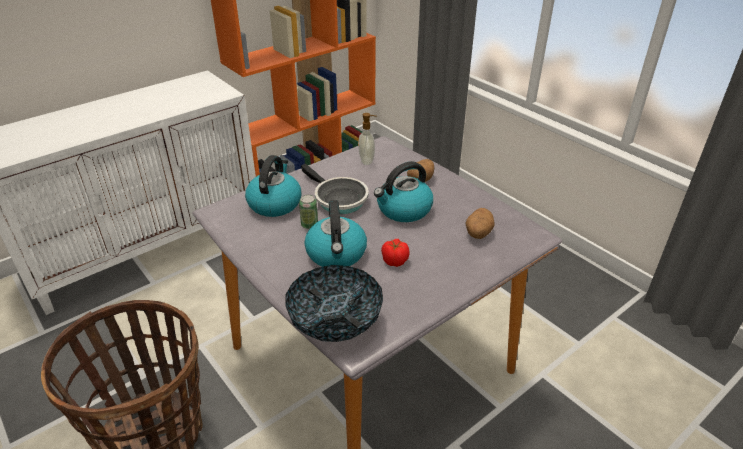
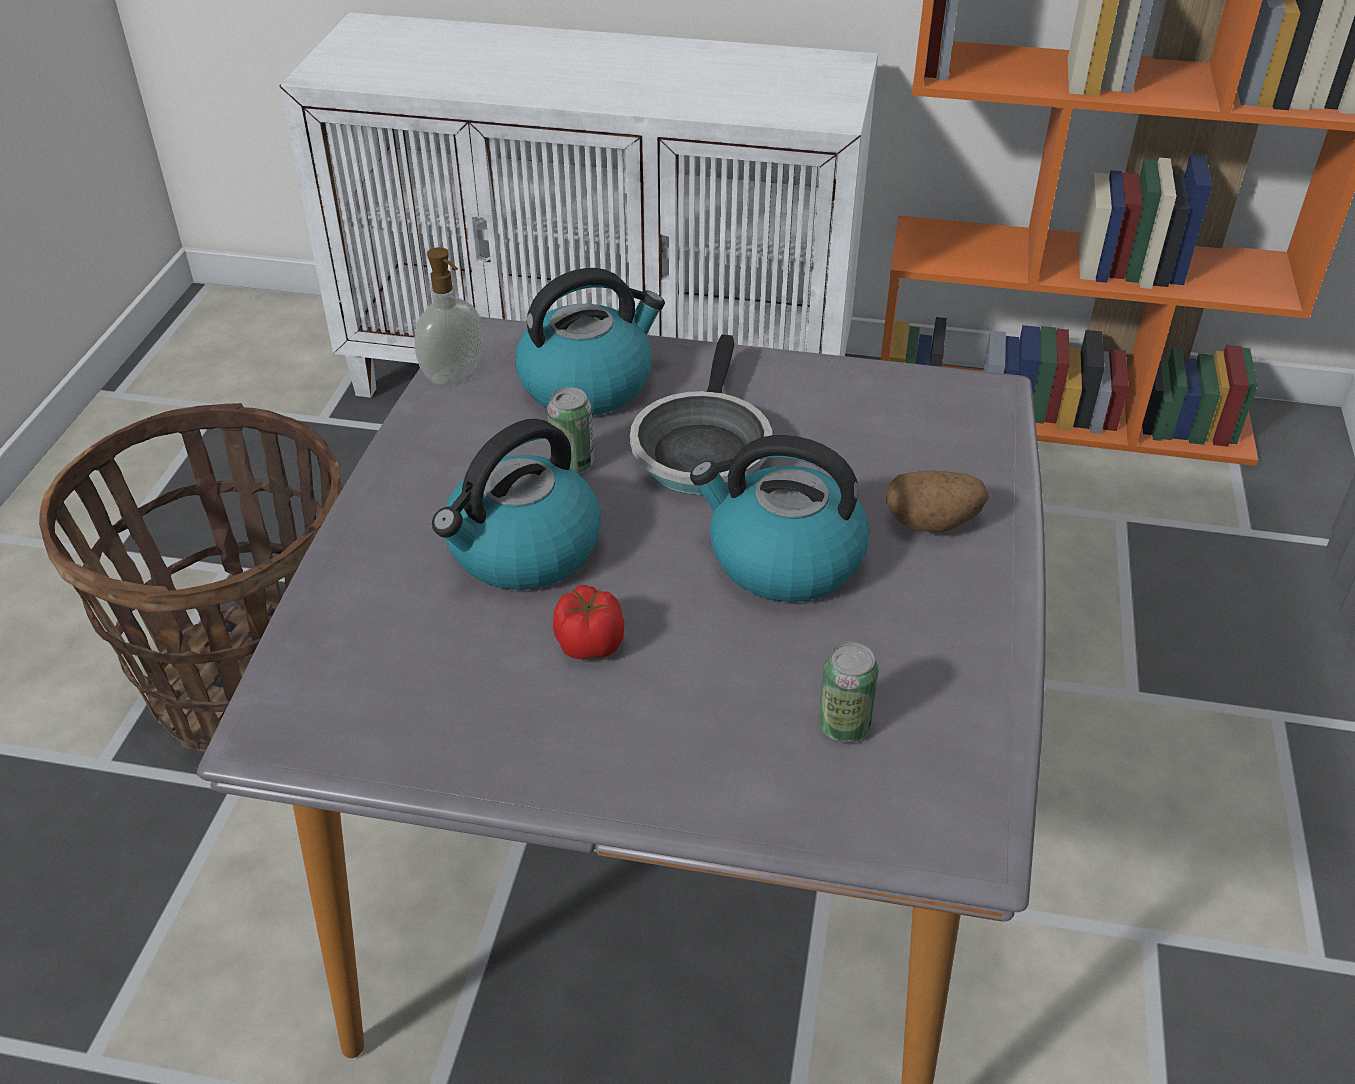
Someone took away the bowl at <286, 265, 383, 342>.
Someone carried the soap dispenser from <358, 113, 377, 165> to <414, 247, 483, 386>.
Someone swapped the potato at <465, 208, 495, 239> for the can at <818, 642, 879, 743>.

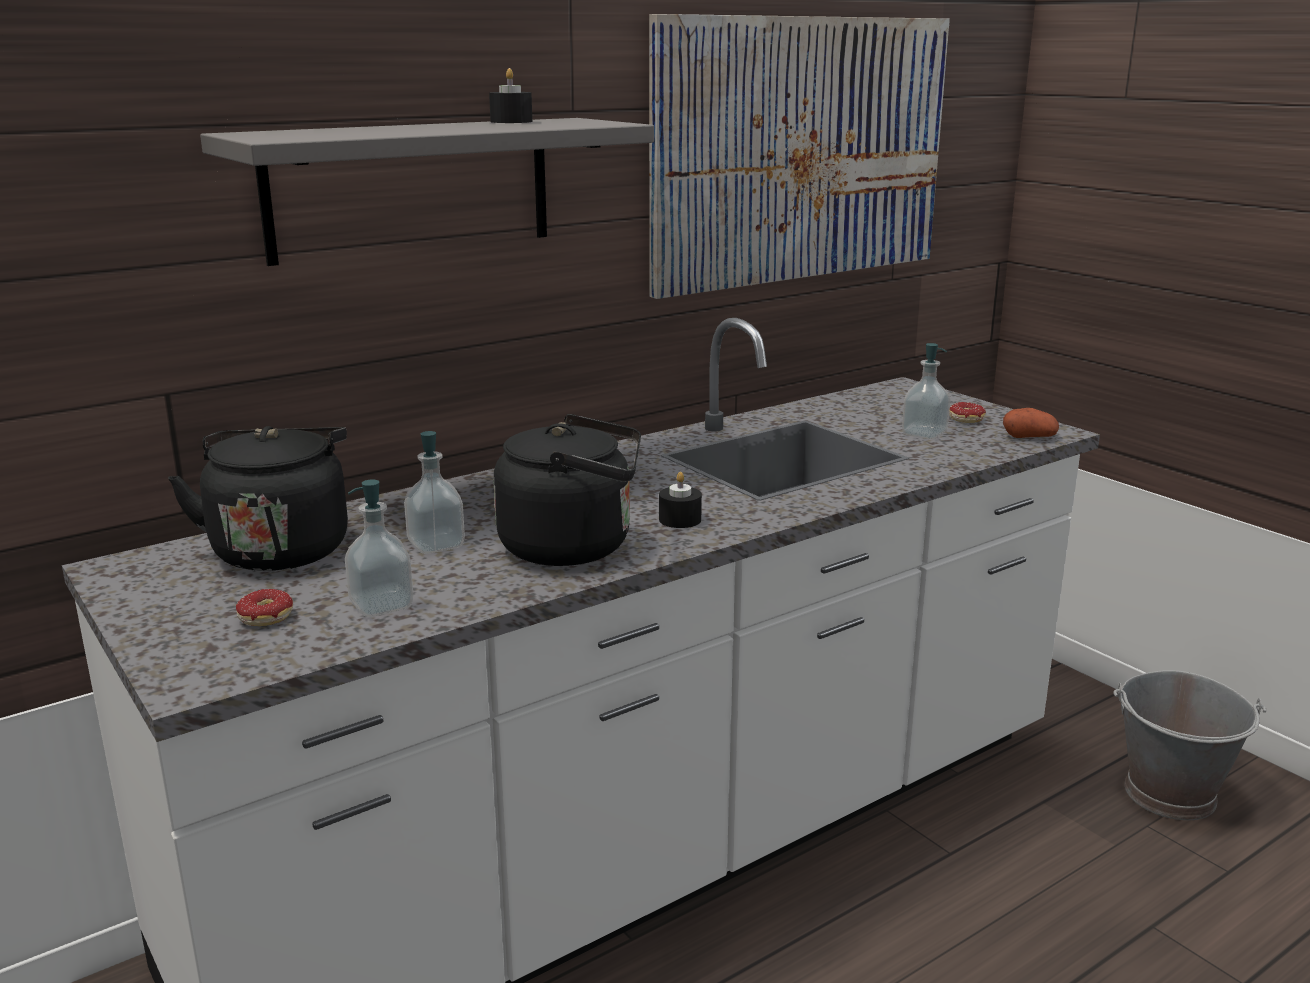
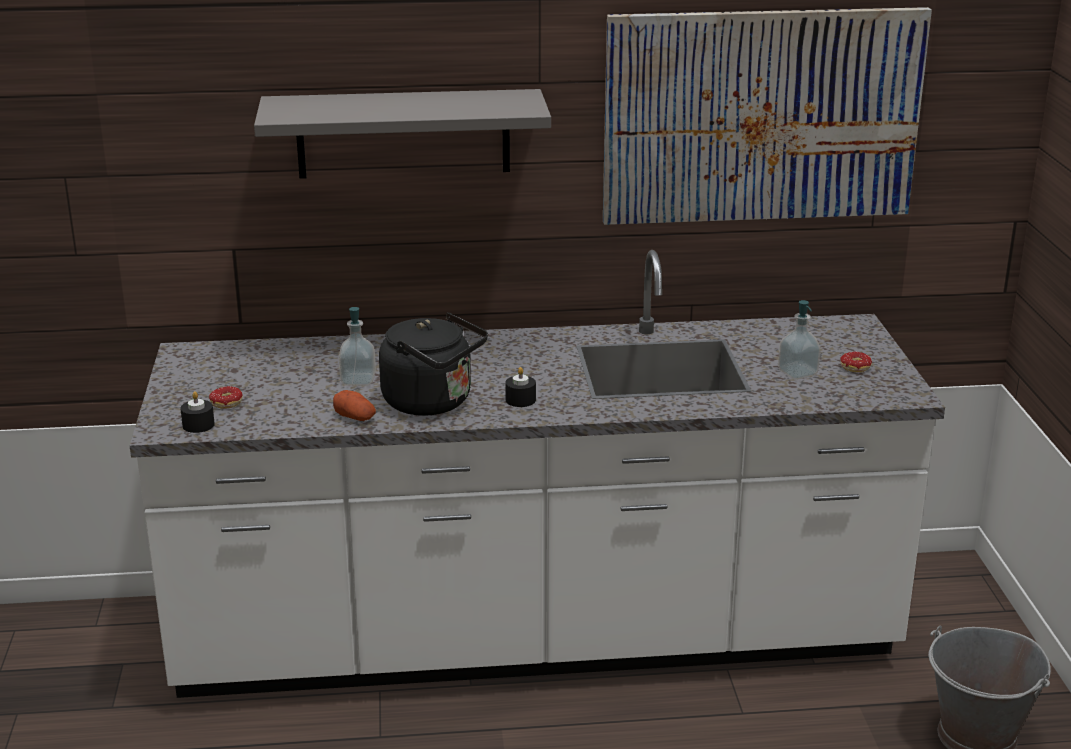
Someone took away the black kettle at <168, 426, 348, 571>.
Someone took away the soap dispenser at <345, 479, 414, 617>.
Someone carried the black candle from <489, 68, 532, 123> to <180, 391, 215, 433>.
Someone carried the potato from <1003, 408, 1059, 438> to <333, 390, 376, 421>.

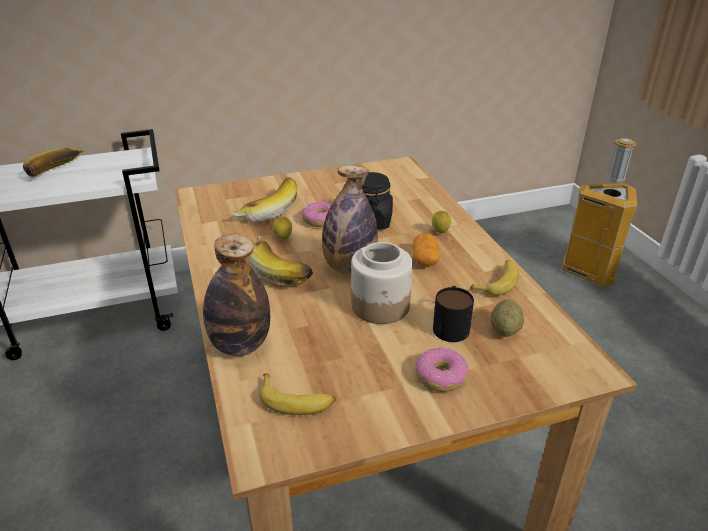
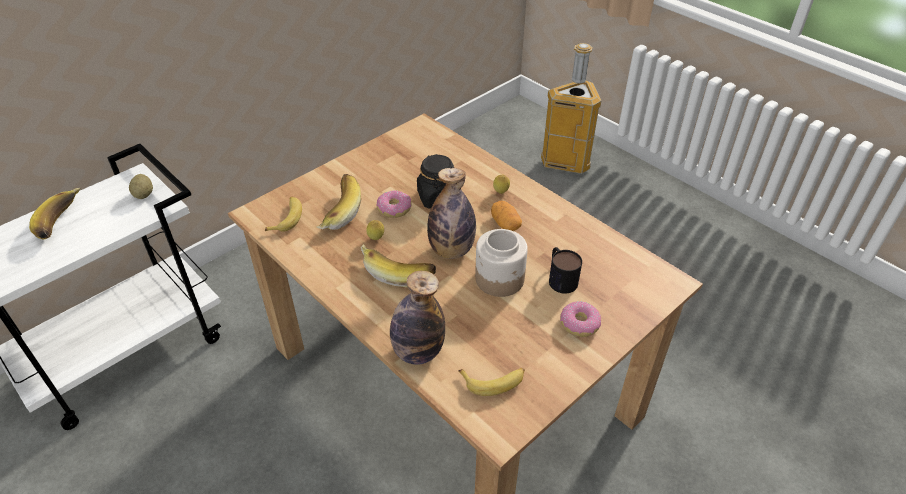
Someone carried the banana from <470, 260, 519, 296> to <265, 196, 302, 232>.
Someone carried the potato from <490, 299, 524, 337> to <129, 174, 153, 199>.

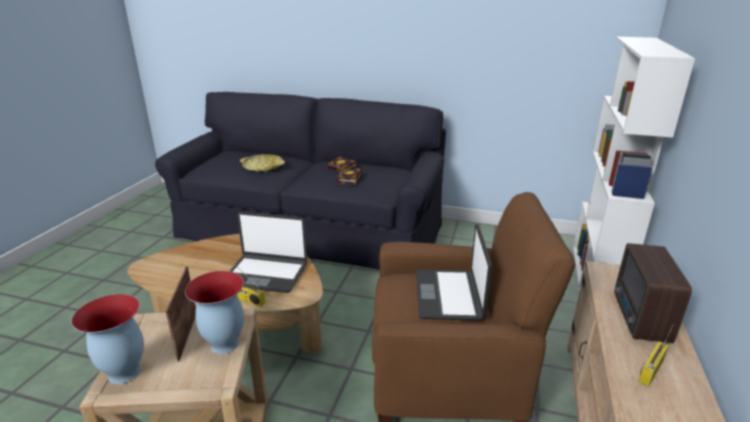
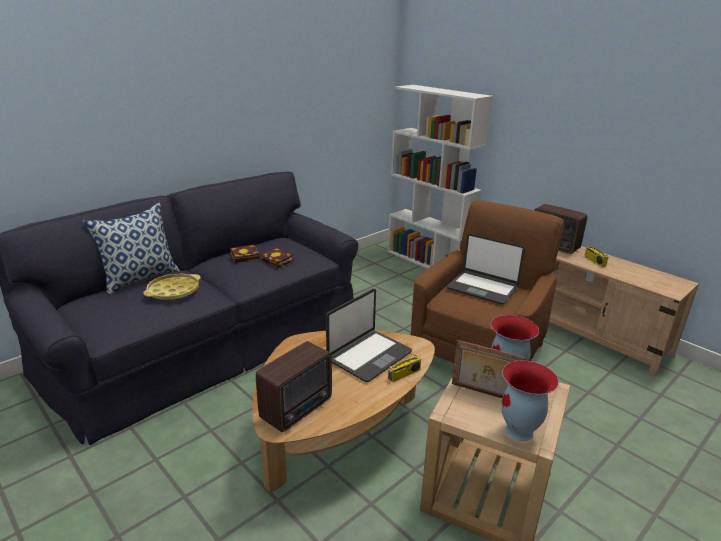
Someone put down the pillow at <83, 203, 180, 295>.
Someone put down the radio at <256, 341, 332, 432>.

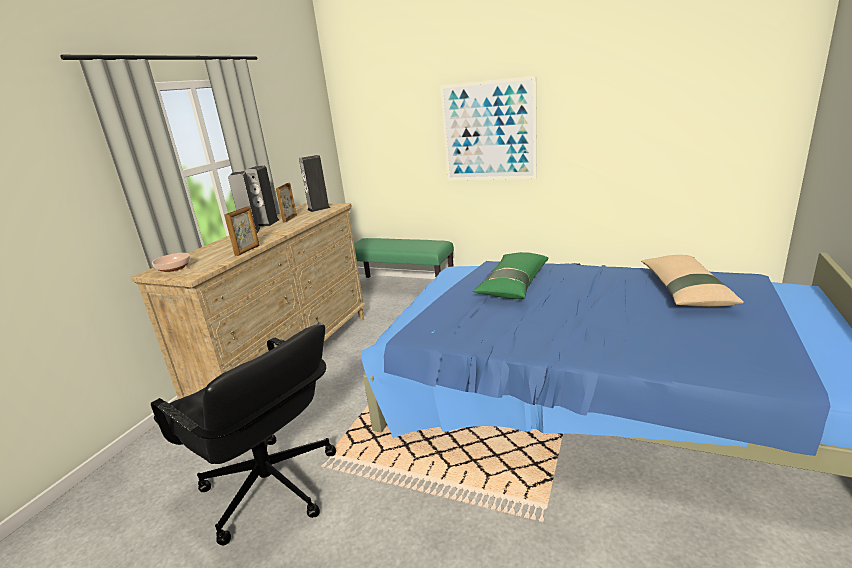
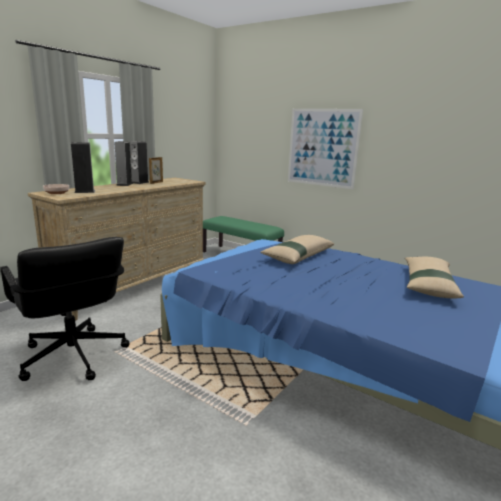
Someone took away the picture frame at <225, 206, 259, 256>.
Someone carried the speaker from <299, 155, 331, 212> to <71, 142, 95, 193>.
Someone repainted the green pillow at <473, 252, 549, 299>, which became the beige pillow at <260, 235, 334, 264>.

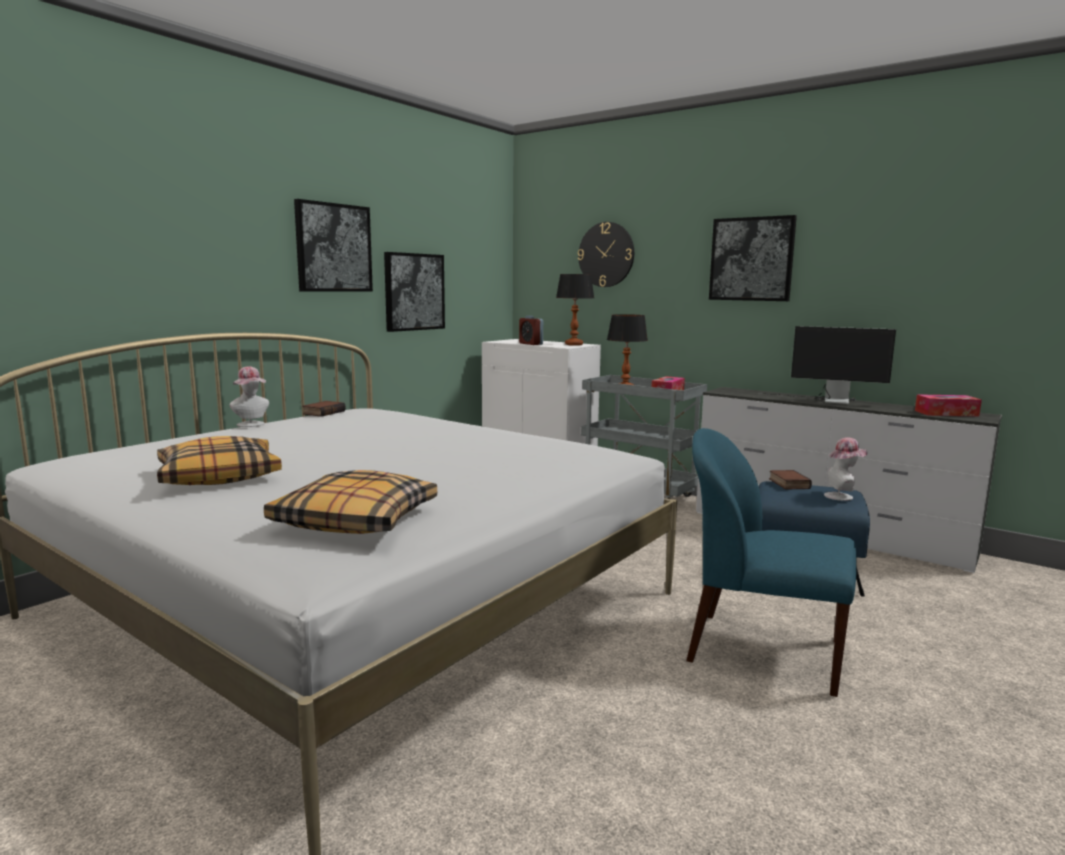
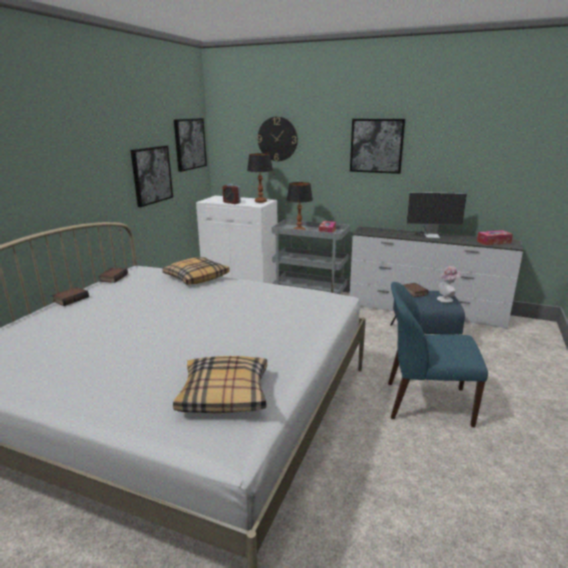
Someone carried the pillow from <157, 436, 282, 485> to <162, 257, 230, 285>.
Someone carried the picture from <294, 199, 373, 292> to <174, 118, 207, 172>.
Someone swapped the hat at <230, 366, 269, 427> for the book at <52, 287, 89, 306>.

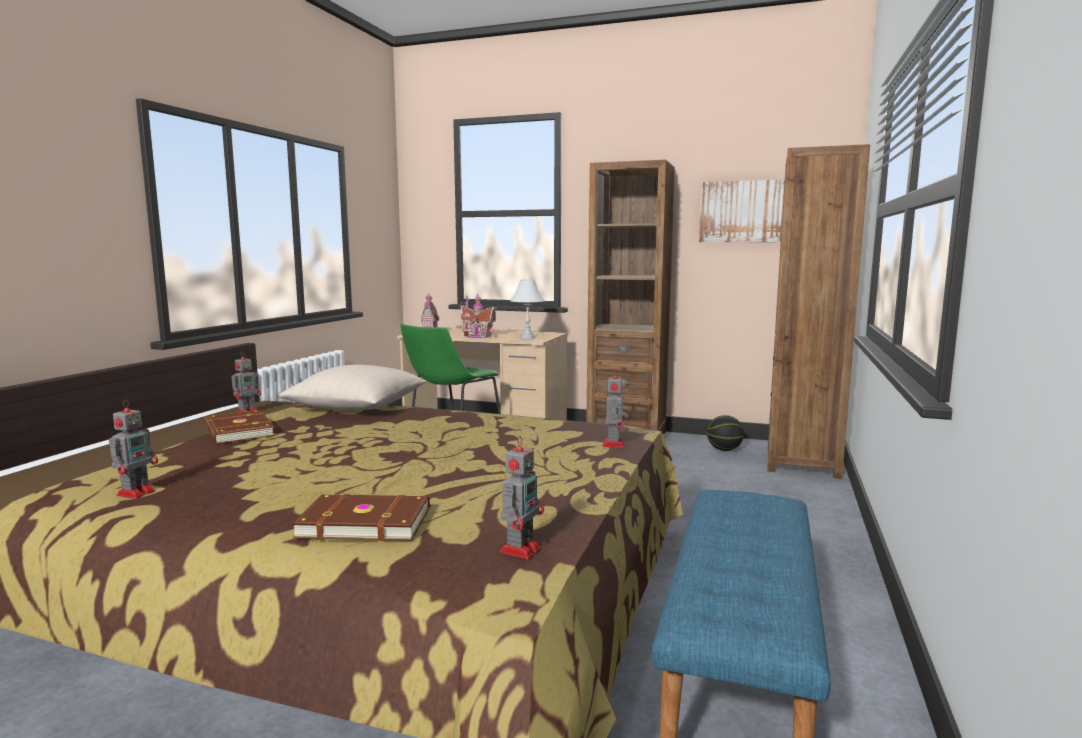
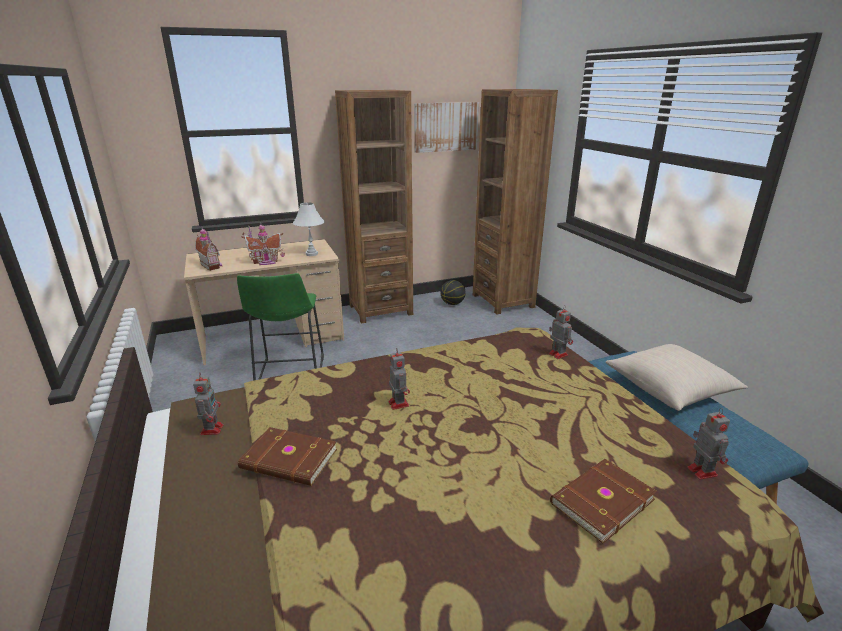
Someone carried the toy robot from <109, 400, 158, 499> to <388, 348, 410, 410>.
Someone carried the beige pillow from <279, 365, 427, 410> to <606, 344, 748, 411>.

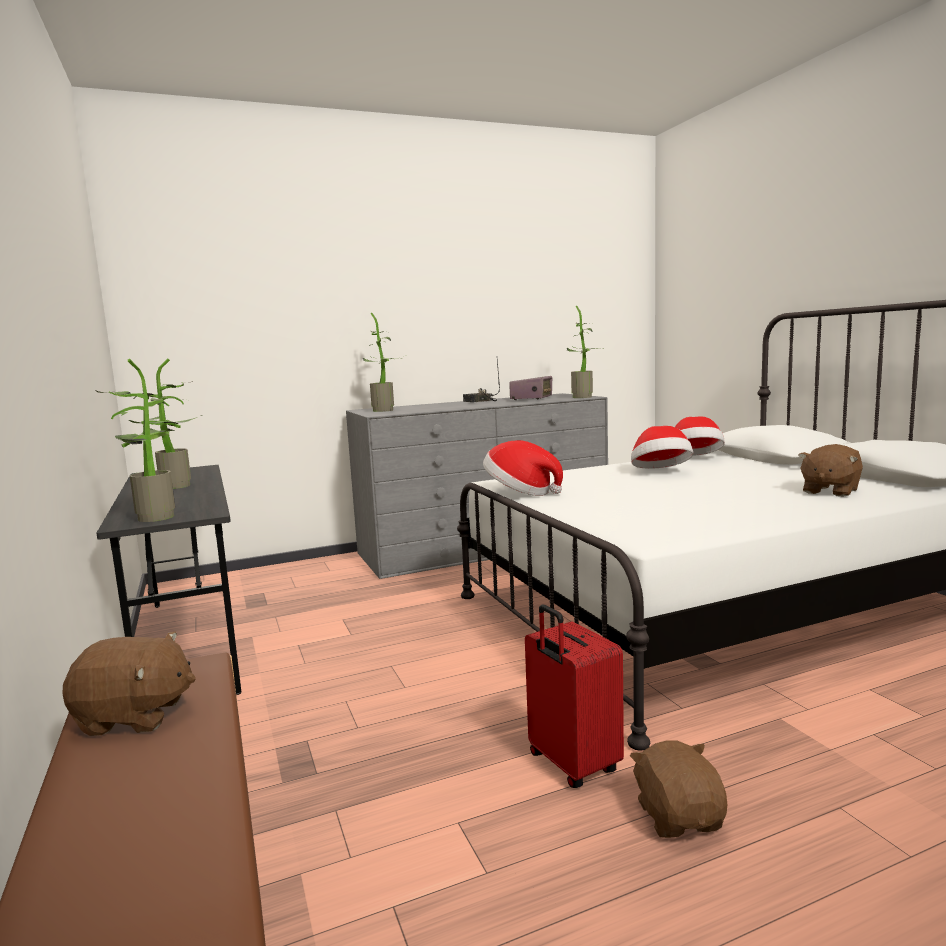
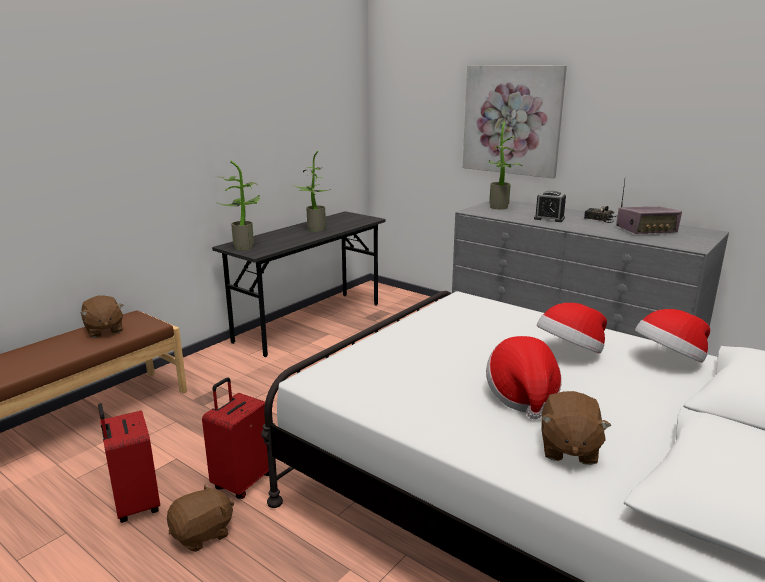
Someone took away the potted plant at <567, 305, 602, 398>.
Someone put down the red suitcase at <98, 403, 160, 523>.
Someone put up the picture at <463, 65, 567, 179>.
Someone put down the alarm clock at <534, 191, 566, 222>.
Someone carried the hat from <483, 440, 563, 496> to <486, 336, 562, 419>.
Someone rotated the brown plush toy at <798, 444, 863, 497> by 90 degrees counterclockwise.

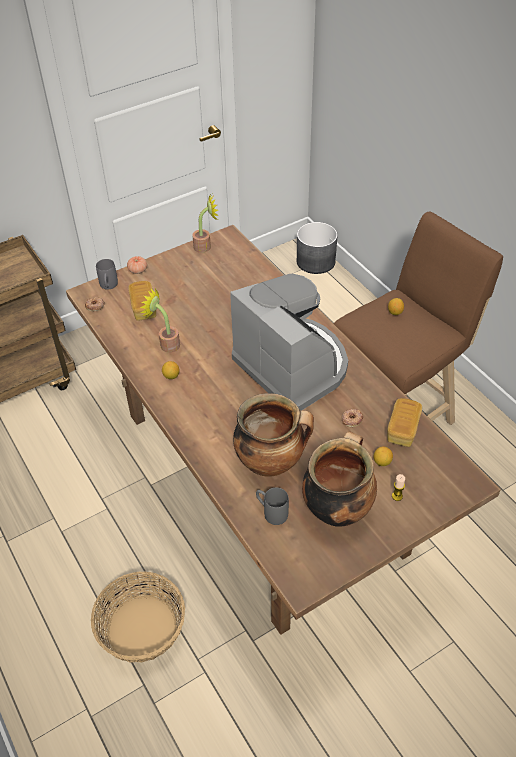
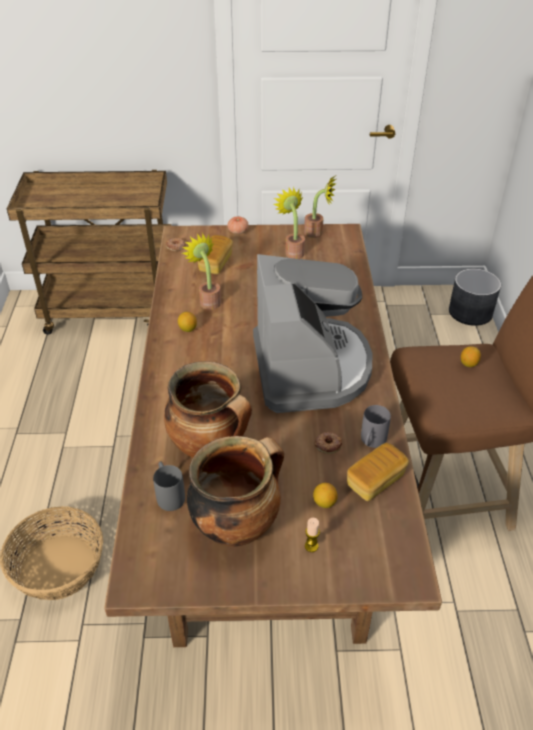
Someone put down the potted plant at <273, 187, 305, 259>.
Someone carried the grey mug from <96, 259, 118, 289> to <361, 405, 391, 448>.

